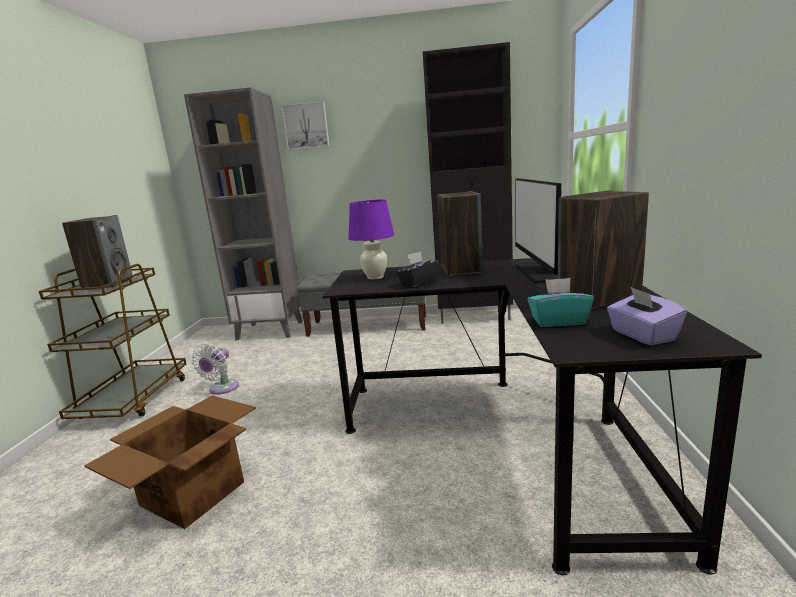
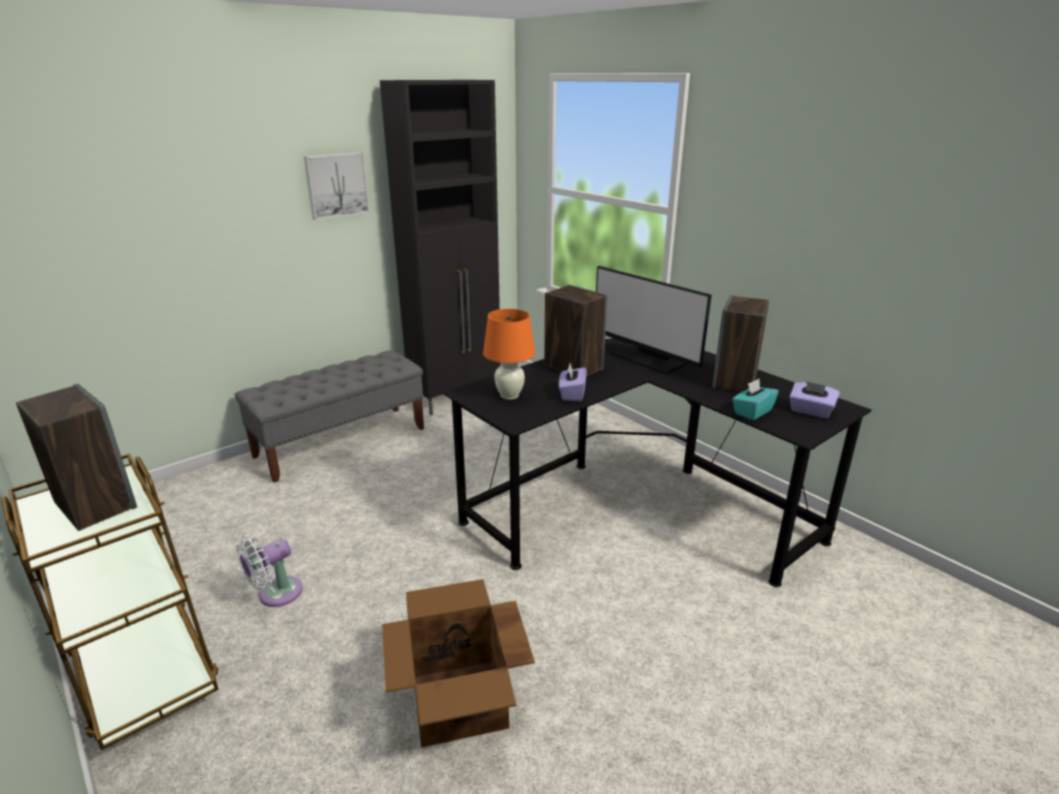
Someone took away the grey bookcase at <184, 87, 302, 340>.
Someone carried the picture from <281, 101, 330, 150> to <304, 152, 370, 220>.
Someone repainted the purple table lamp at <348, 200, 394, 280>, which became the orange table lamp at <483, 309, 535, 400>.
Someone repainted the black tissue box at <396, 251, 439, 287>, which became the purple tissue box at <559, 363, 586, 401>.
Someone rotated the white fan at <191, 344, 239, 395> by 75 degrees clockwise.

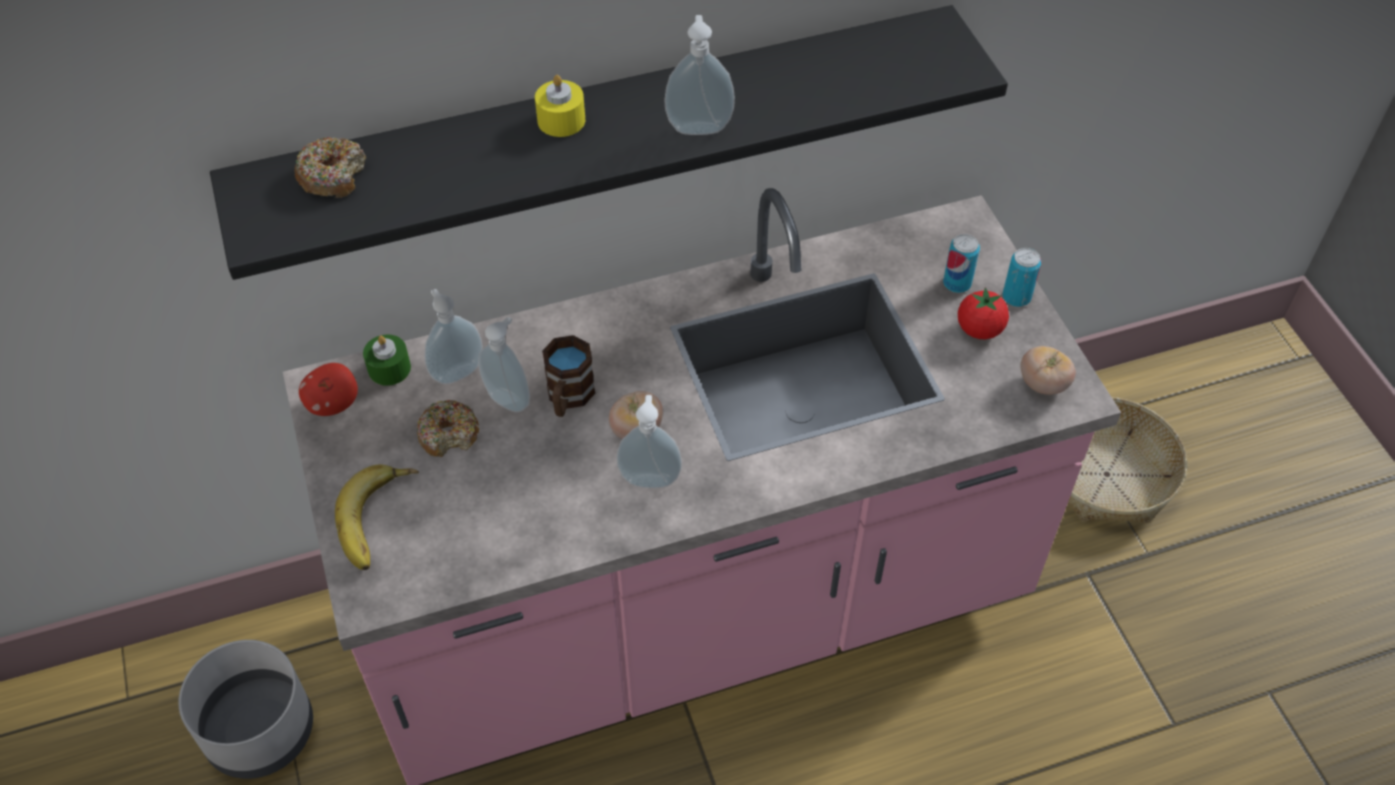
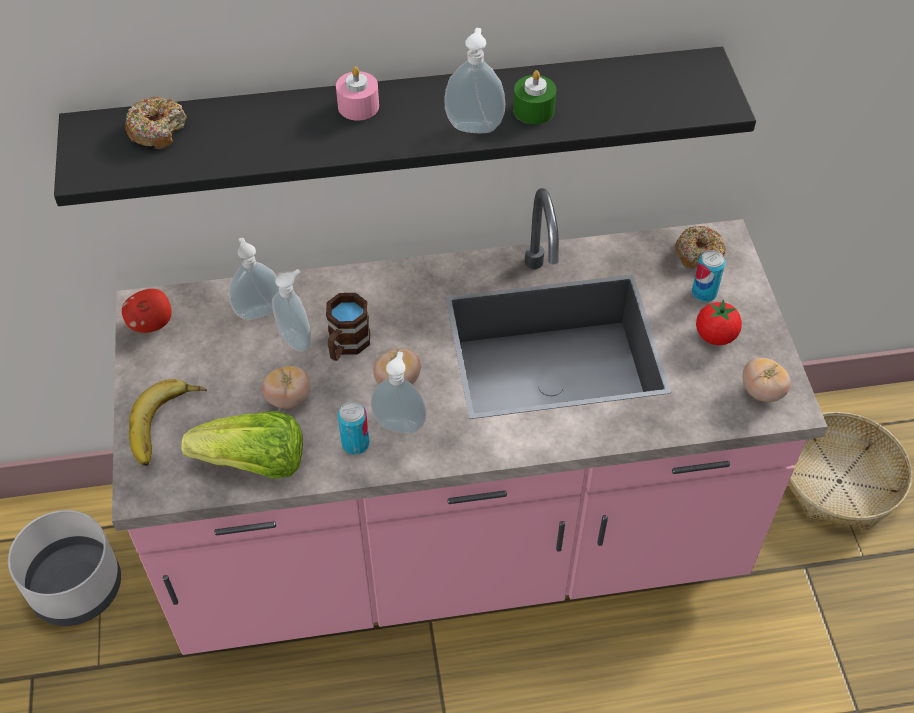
Someone put down the lettuce at <182, 411, 303, 479>.
Someone put down the tomato at <262, 366, 310, 409>.
Someone carried the green candle from <363, 335, 411, 386> to <513, 70, 556, 124>.
Someone carried the donut from <417, 400, 479, 457> to <675, 226, 726, 269>.
Someone carried the can from <1003, 248, 1041, 307> to <338, 402, 370, 455>.
Someone repainted the yellow candle at <535, 75, 585, 137>, which became the pink candle at <336, 66, 379, 121>.

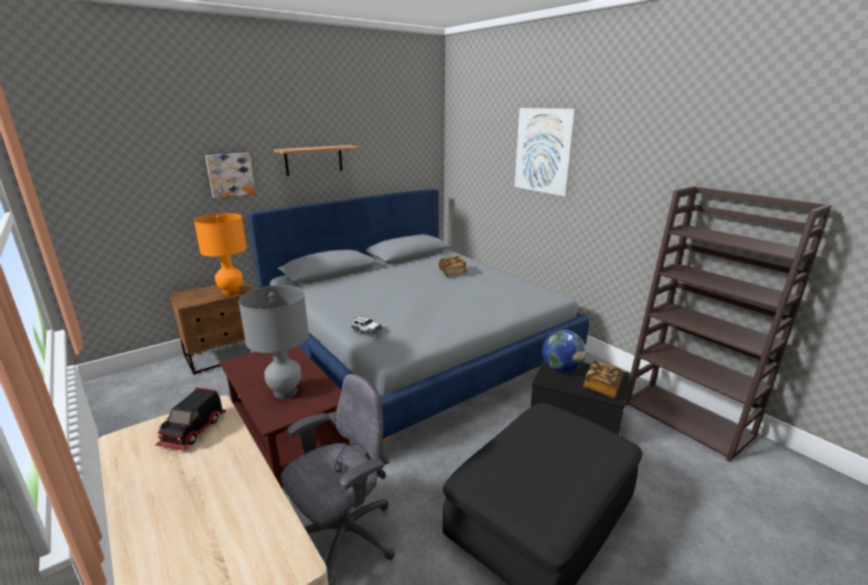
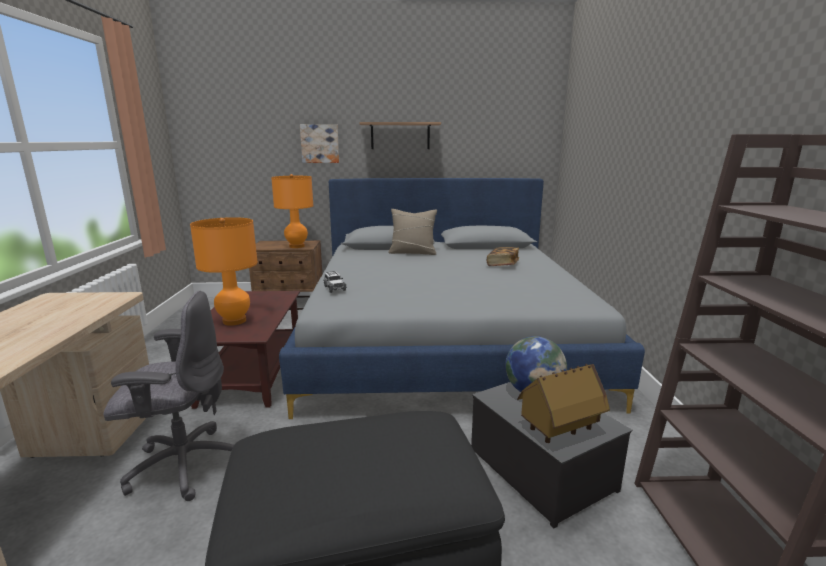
Someone took away the toy truck at <155, 387, 226, 451>.
Someone took away the picture at <514, 108, 576, 196>.
Someone put down the beige pillow at <388, 209, 437, 255>.
Someone swapped the book at <583, 361, 623, 399> for the toy house at <517, 364, 610, 443>.
Someone repainted the grey table lamp at <239, 285, 309, 399>, which became the orange table lamp at <190, 217, 258, 326>.

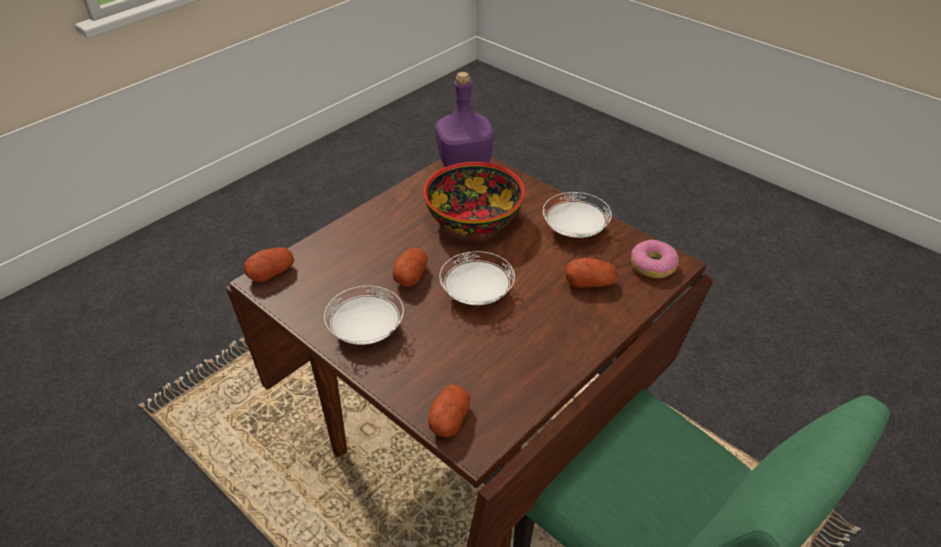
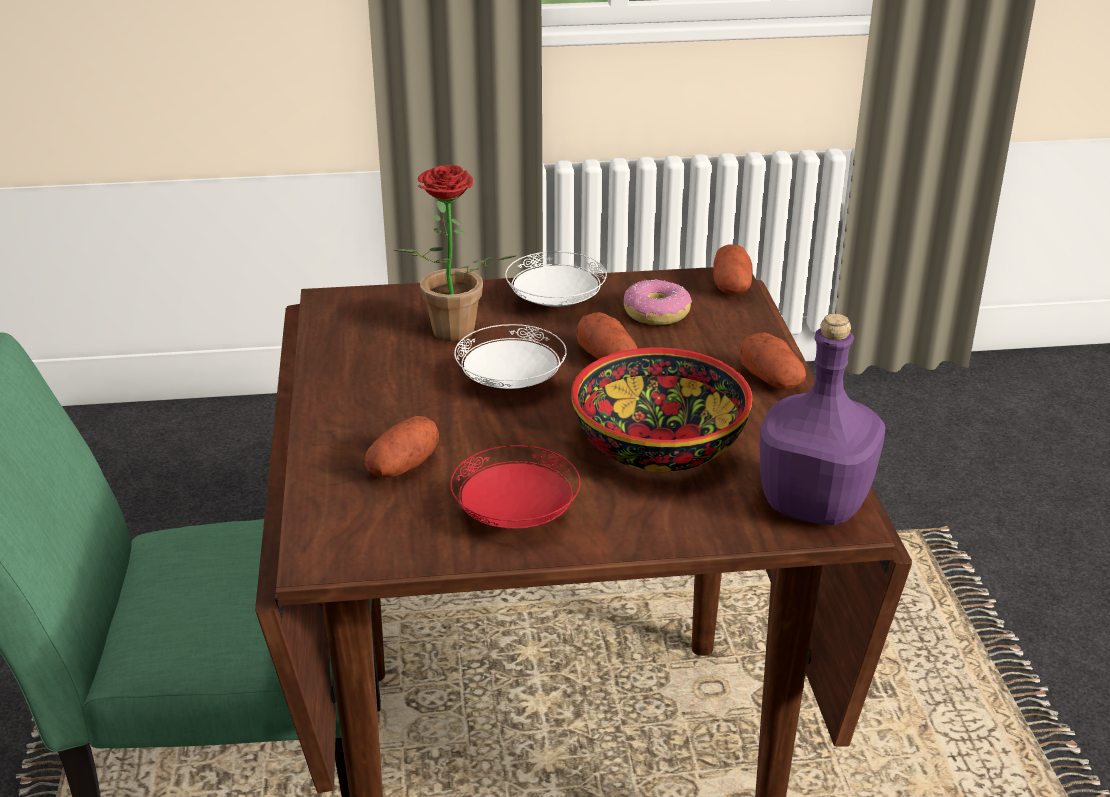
Someone put down the potted plant at <394, 165, 515, 341>.
Someone carried the potato from <428, 384, 470, 438> to <740, 332, 806, 389>.
Someone carried the donut from <631, 240, 679, 279> to <624, 279, 692, 325>.
Someone repainted the white plate at <543, 192, 612, 238>, which became the red plate at <450, 445, 580, 529>.

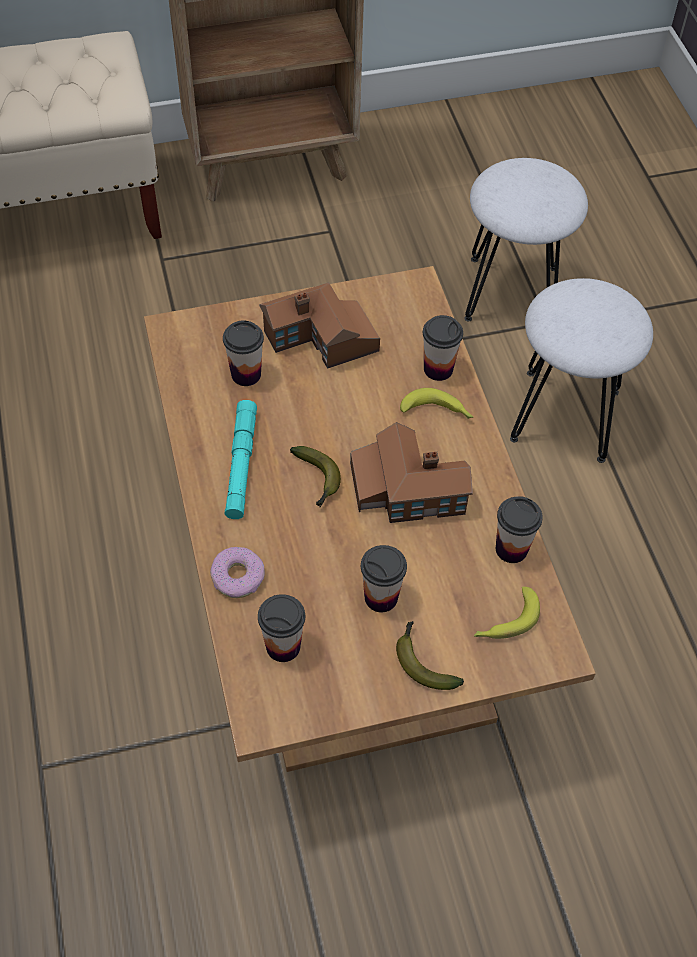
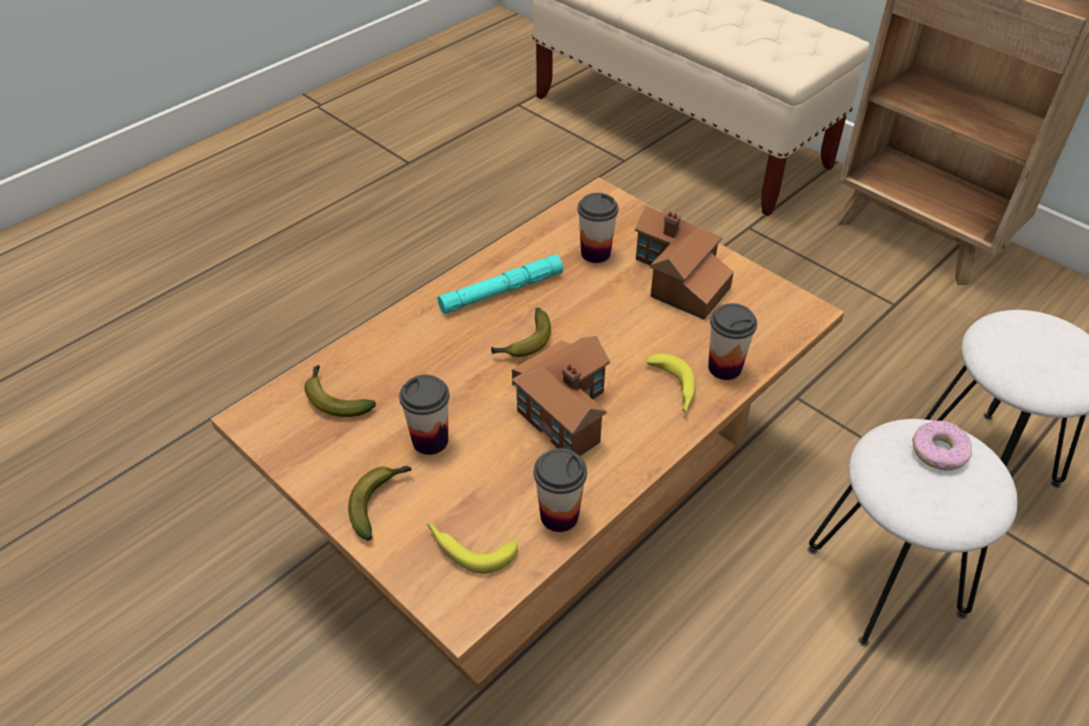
Someone carried the donut from <210, 547, 265, 598> to <912, 421, 972, 470>.
Someone swapped the cup at <258, 594, 305, 662> for the banana at <304, 365, 376, 417>.

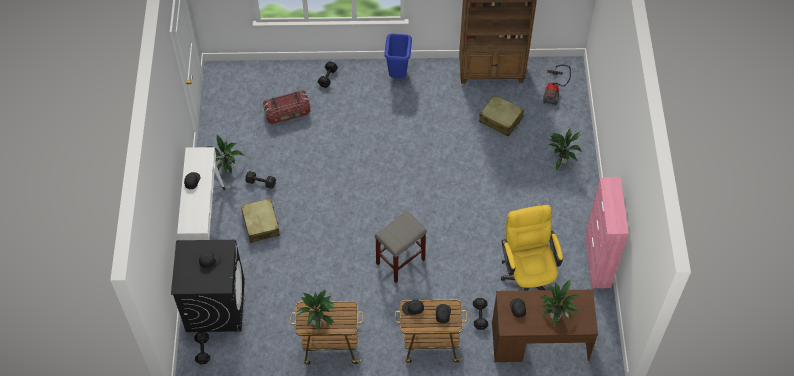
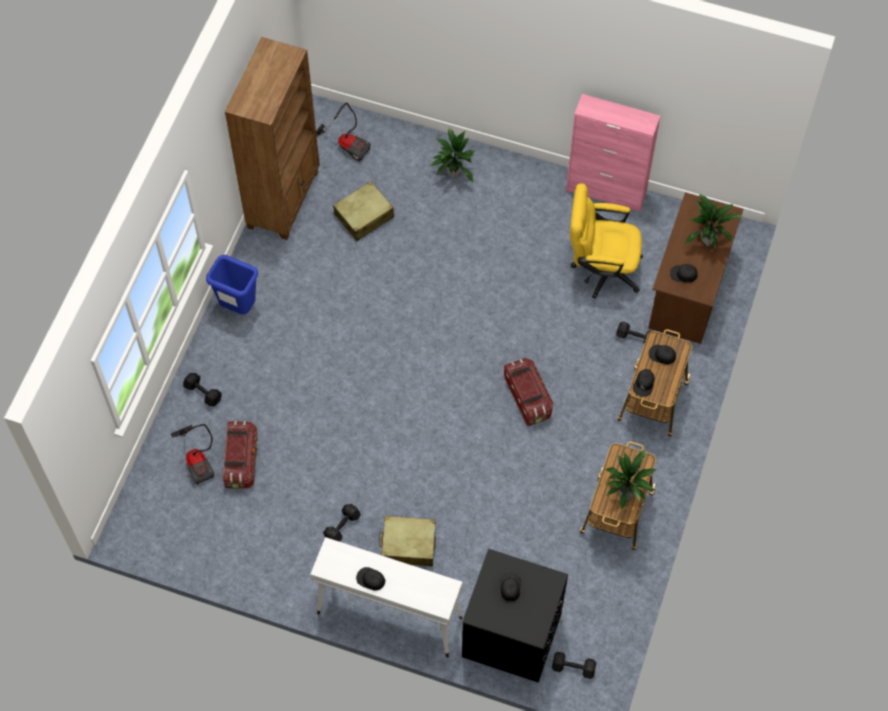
Someone took away the potted plant at <207, 135, 244, 174>.
Someone put down the vacuum cleaner at <171, 424, 215, 485>.
Someone swapped the grey stool at <375, 211, 427, 283> for the storage box at <504, 358, 553, 426>.

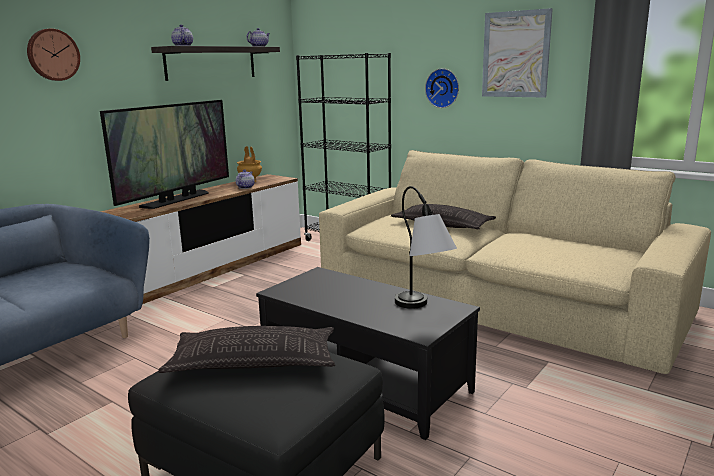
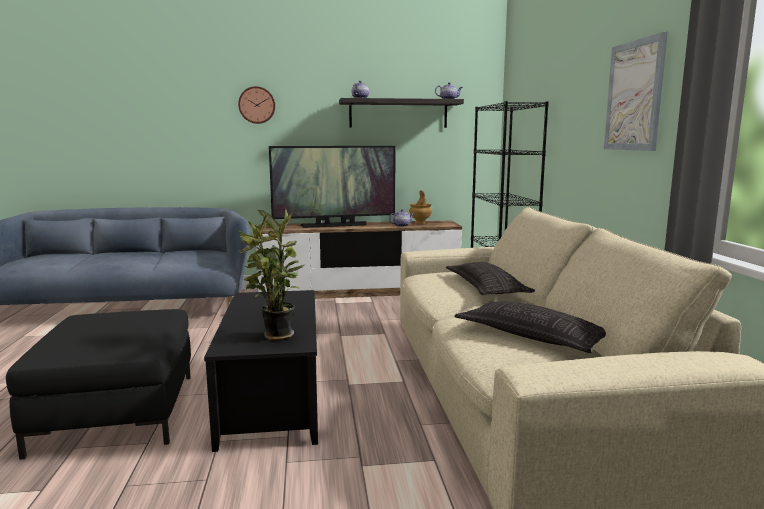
Someone took away the wall clock at <425, 68, 459, 108>.
Someone carried the pillow from <158, 326, 335, 373> to <454, 301, 606, 353>.
Someone swapped the table lamp at <395, 186, 457, 309> for the potted plant at <237, 209, 305, 341>.

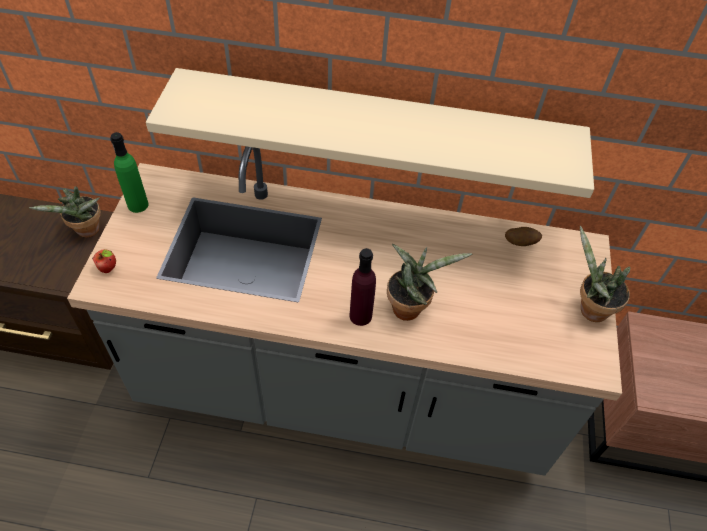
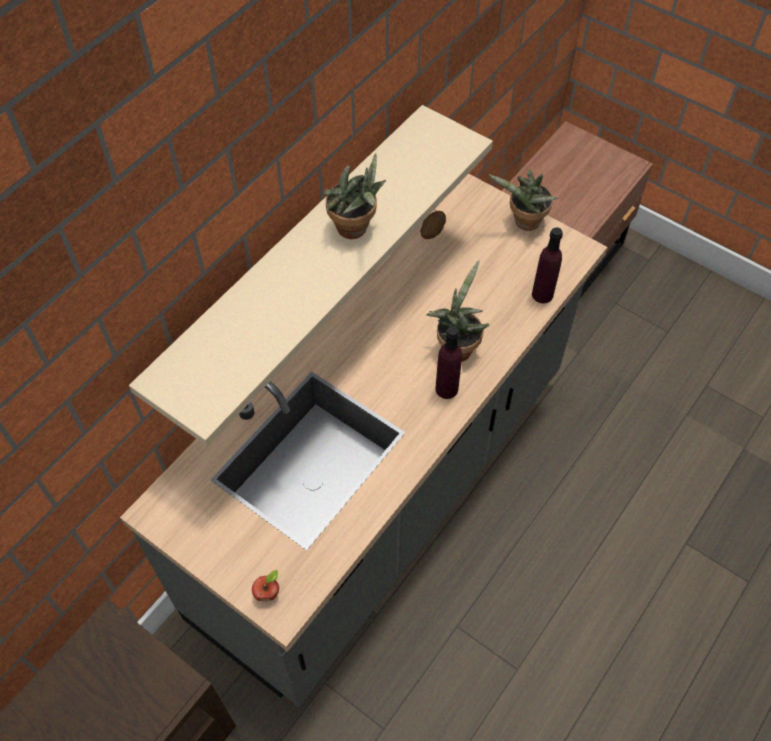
Someone took away the green bottle at <110, 132, 149, 213>.
Someone put down the purple bottle at <532, 227, 563, 303>.
Someone carried the potted plant from <29, 186, 101, 238> to <324, 153, 386, 239>.

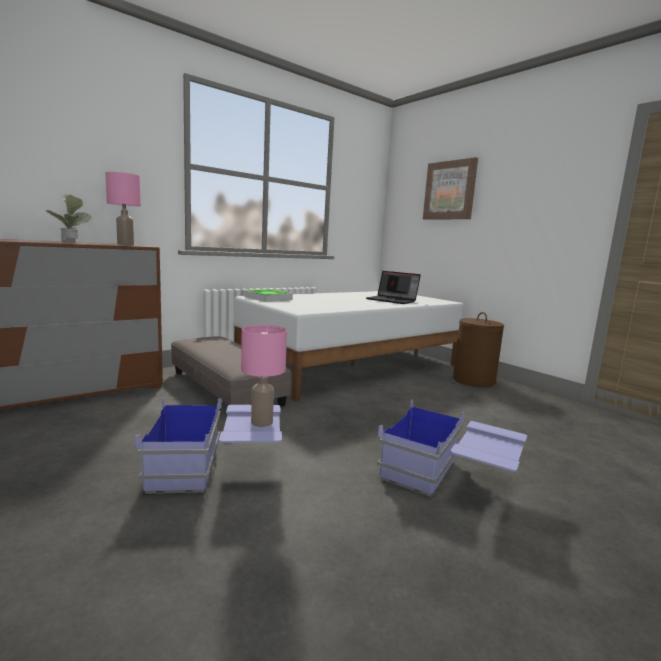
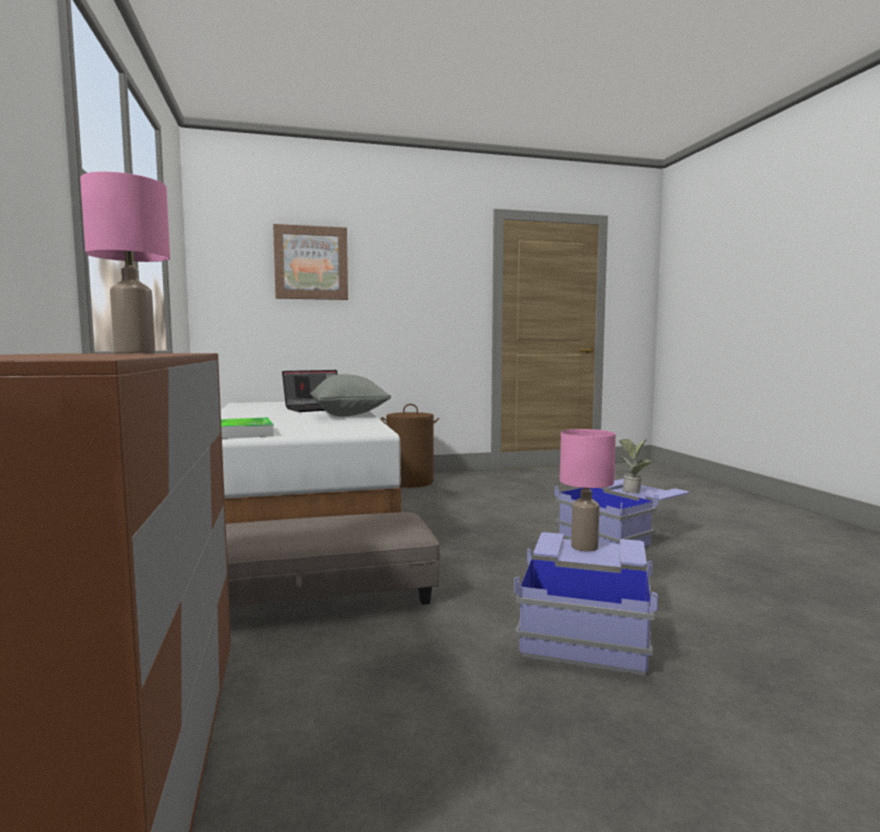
Someone put down the grey pillow at <310, 374, 391, 417>.
Someone carried the potted plant from <45, 194, 92, 242> to <618, 439, 653, 493>.

